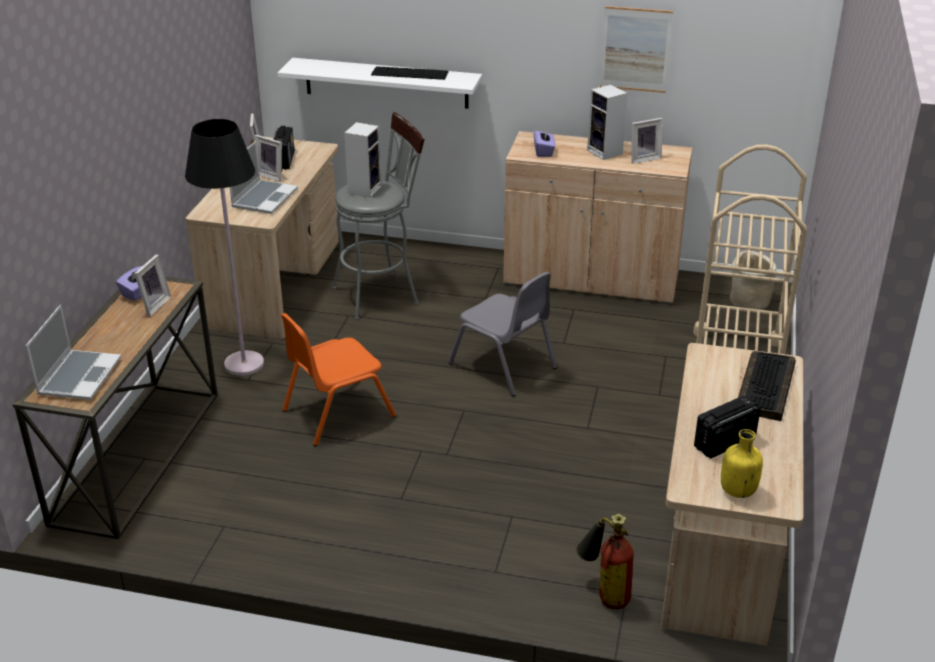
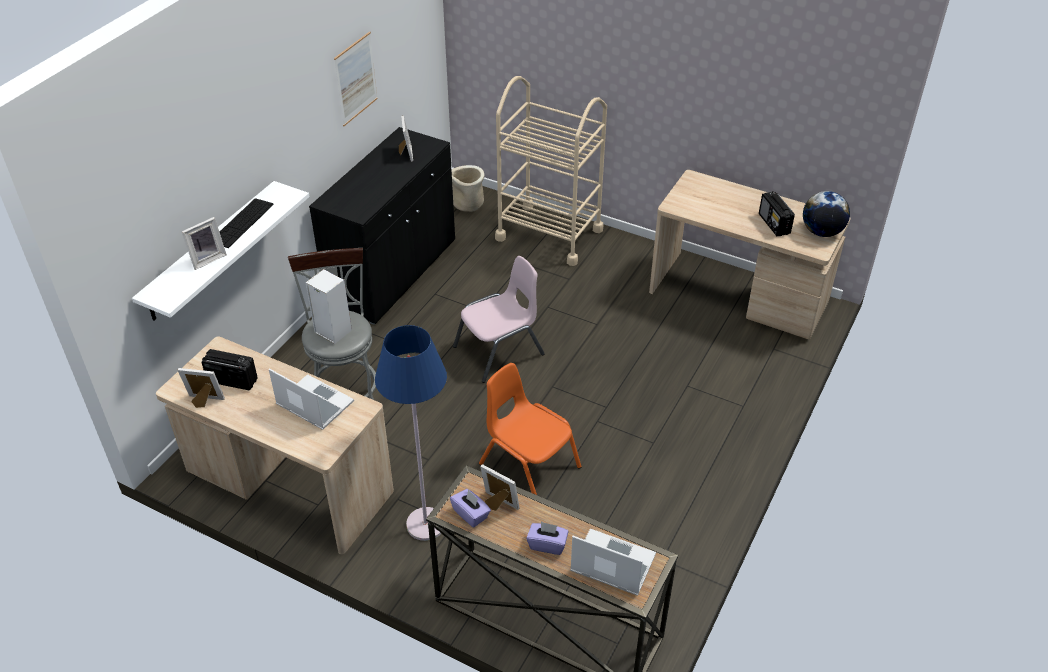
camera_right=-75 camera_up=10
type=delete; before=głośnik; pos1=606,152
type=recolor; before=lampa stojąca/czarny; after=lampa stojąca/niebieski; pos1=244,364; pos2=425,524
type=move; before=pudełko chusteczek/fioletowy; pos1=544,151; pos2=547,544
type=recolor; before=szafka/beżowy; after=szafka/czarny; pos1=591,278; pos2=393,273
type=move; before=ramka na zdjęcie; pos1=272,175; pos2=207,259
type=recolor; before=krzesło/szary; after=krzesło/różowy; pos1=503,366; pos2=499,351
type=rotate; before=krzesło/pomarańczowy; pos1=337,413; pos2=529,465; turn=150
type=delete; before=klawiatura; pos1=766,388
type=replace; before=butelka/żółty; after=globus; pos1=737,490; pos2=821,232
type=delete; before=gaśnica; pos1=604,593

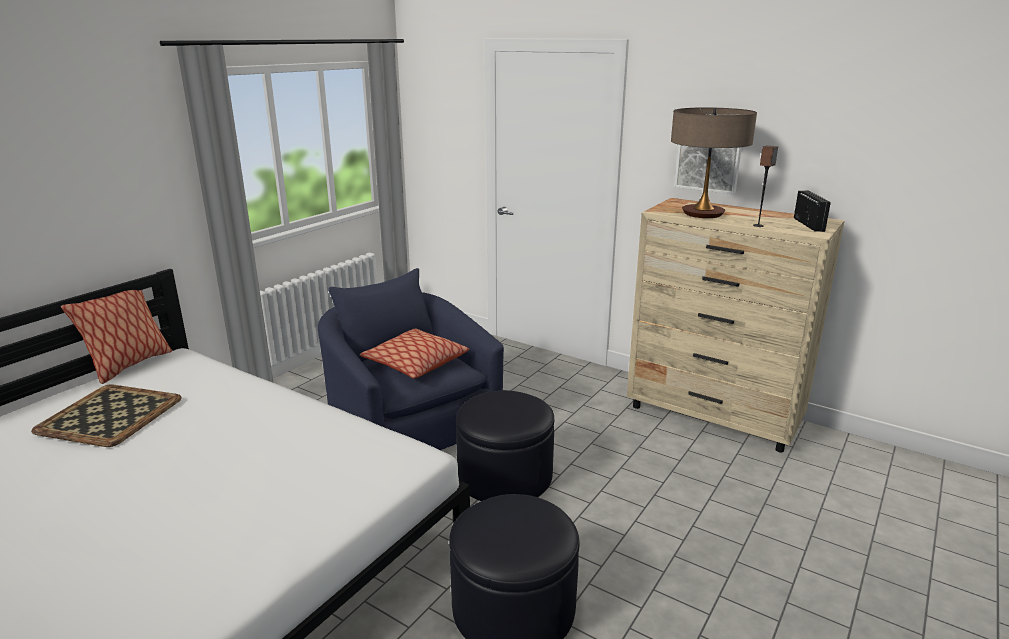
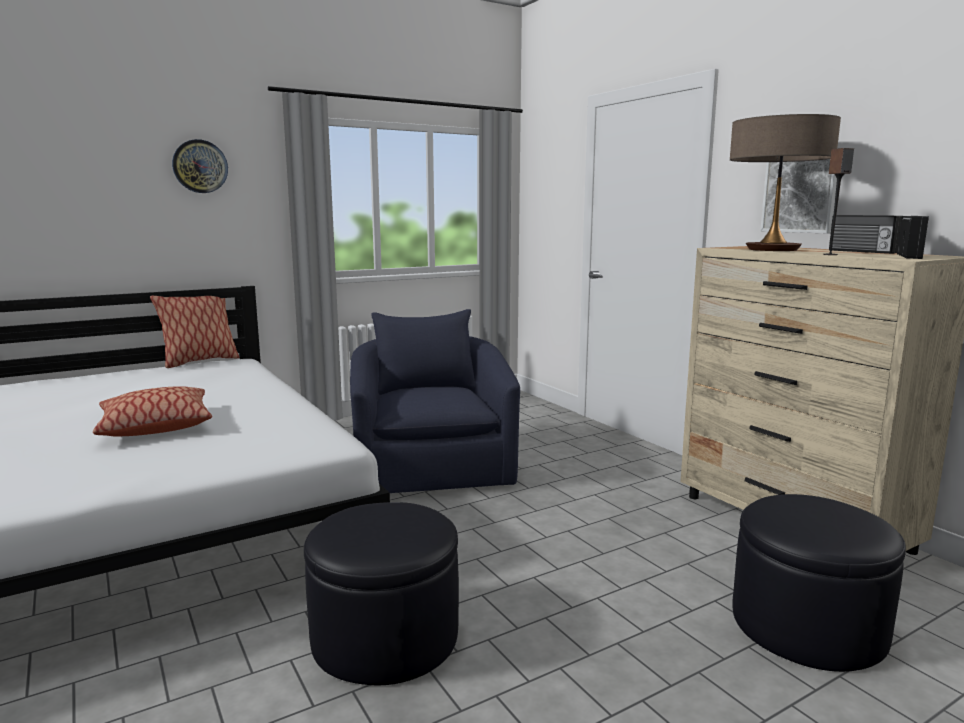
camera_right=25 camera_up=-10
type=move; before=poduszka; pos1=415,363; pos2=155,426
type=delete; before=taca; pos1=110,414
type=move; before=pufa/czarny; pos1=505,476; pos2=807,625
type=insert; after=zegar ścienny; pos2=200,166
type=insert; after=radio; pos2=861,251

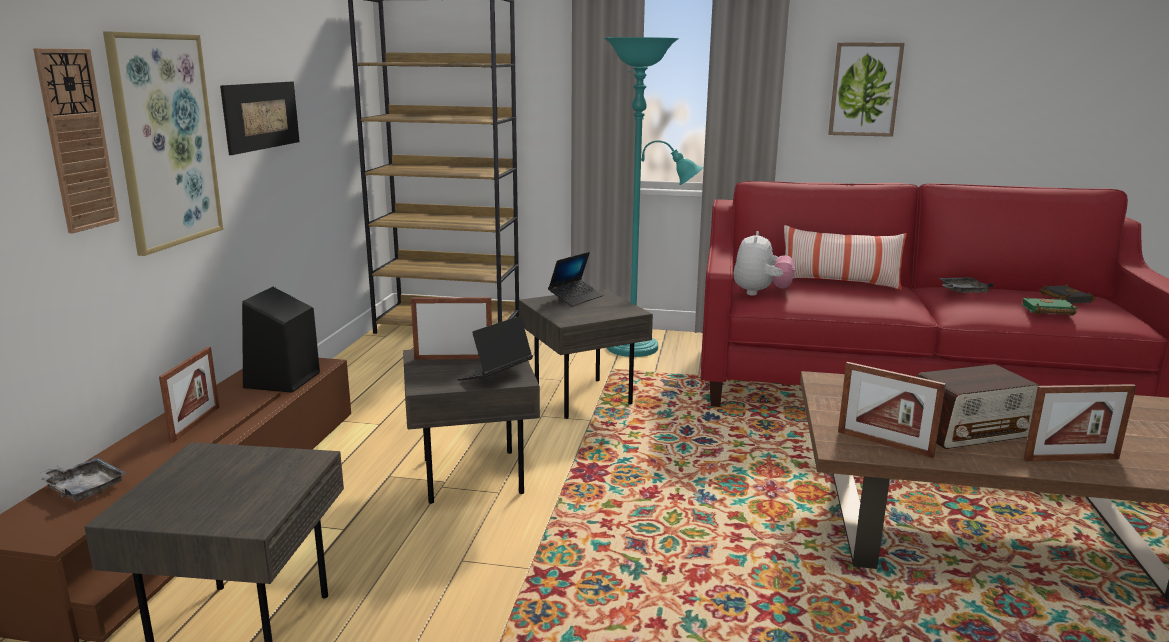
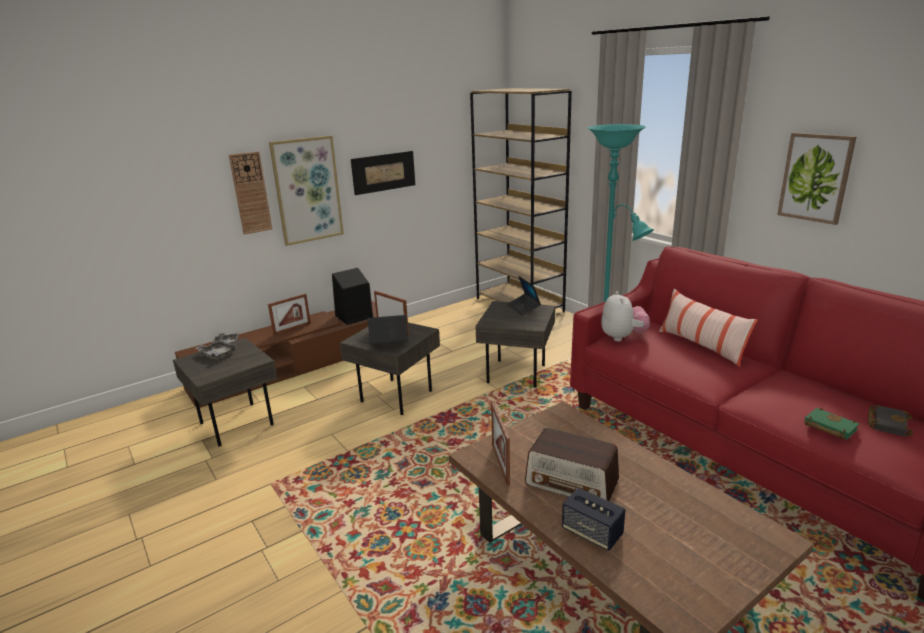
camera_right=45 camera_up=5
type=rotate; before=pluszak; pos1=761,293; pos2=623,337; turn=-60
type=rotate; before=laptop; pos1=576,298; pos2=523,308; turn=75
type=move; before=taca/szary; pos1=961,291; pos2=217,354
type=replace; before=ramka na zdjęcie; after=głośnik; pos1=1071,459; pos2=592,533

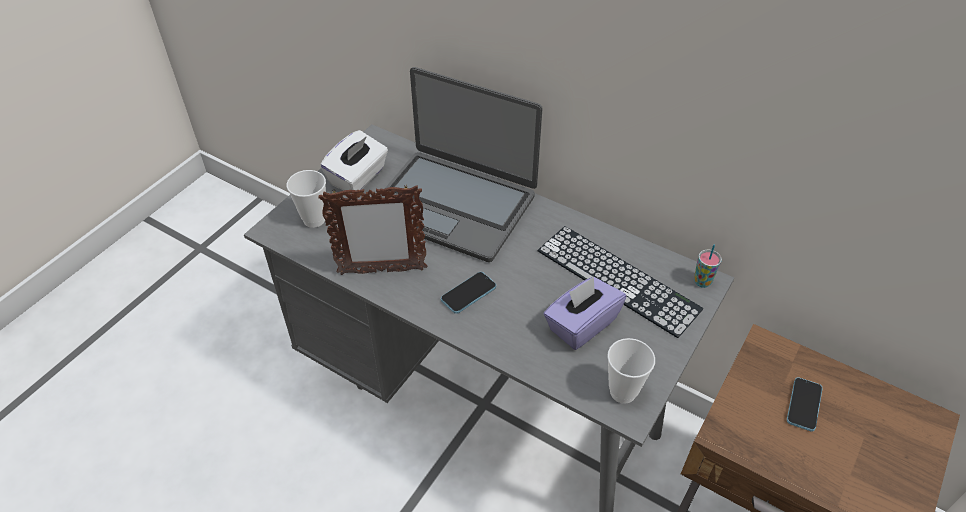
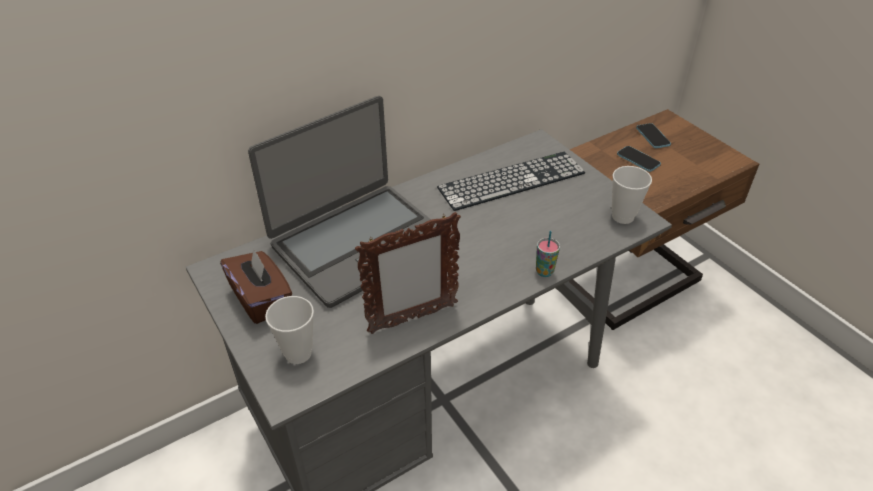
camera_right=-65 camera_up=-5
type=recolor; before=pudełko chusteczek/biały; after=pudełko chusteczek/brązowy; pos1=358,177; pos2=261,300
type=rotate; before=ramka na zdjęcie; pos1=381,271; pos2=412,319; turn=45
type=move; before=filiżanka; pos1=702,282; pos2=544,271
type=move; before=telefon; pos1=468,293; pos2=652,137
type=delete; before=pudełko chusteczek/fioletowy; pos1=581,325

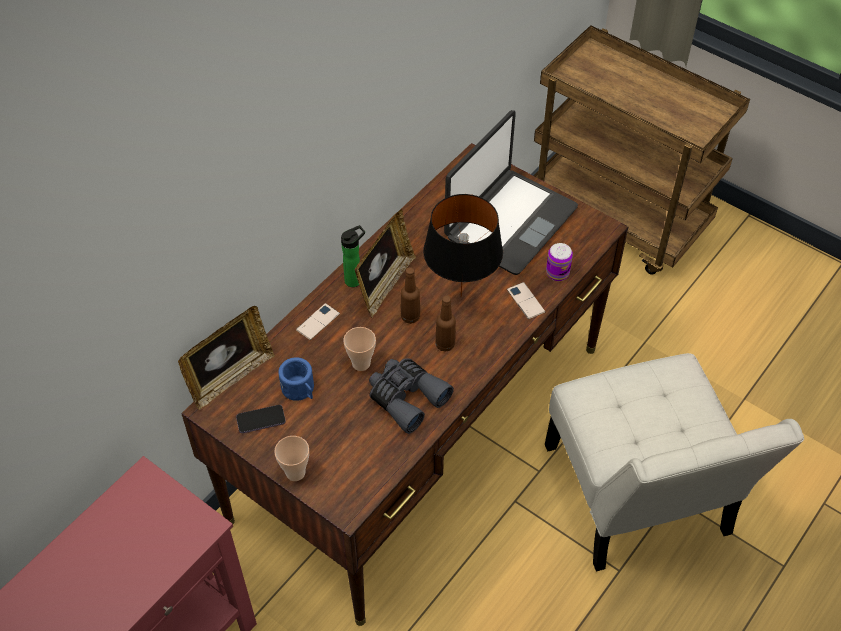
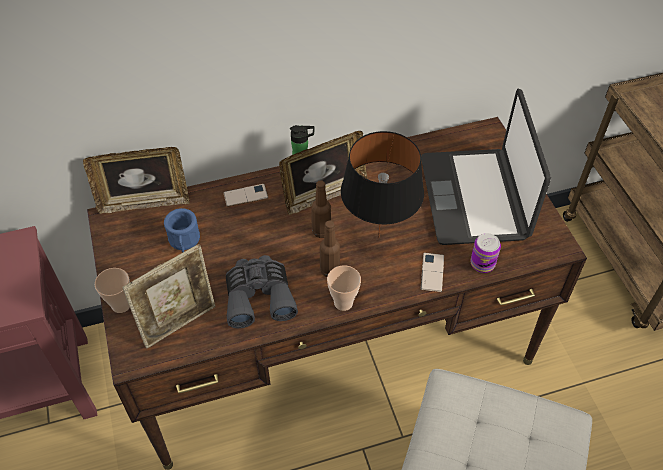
camera_right=35 camera_up=0
type=rotate; before=laptop; pos1=509,222; pos2=475,197; turn=105
type=move; before=filiżanka; pos1=361,363; pos2=343,303
type=delete; before=telefon; pos1=261,420
type=insert; after=ramka na zdjęcie; pos2=180,323

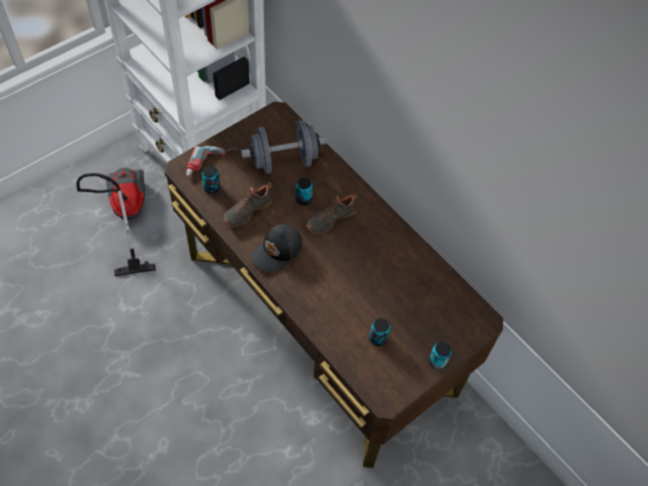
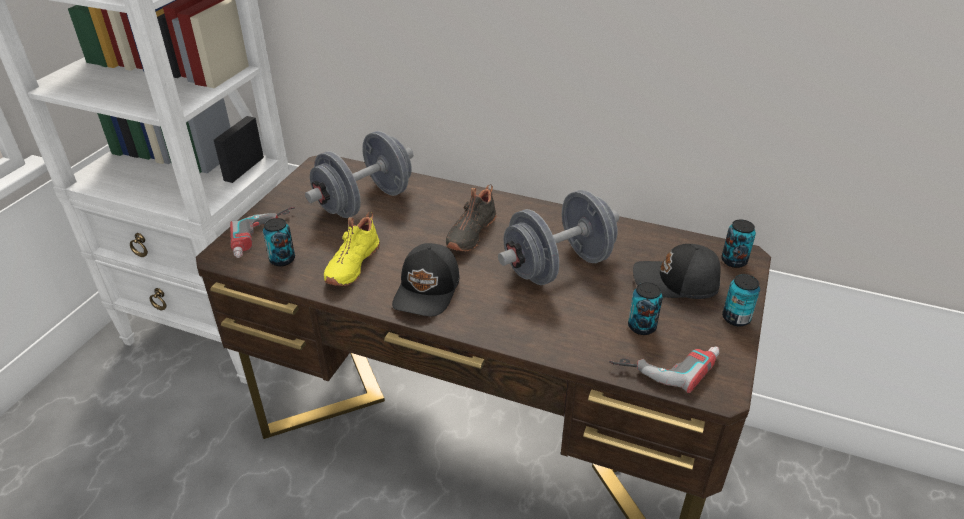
camera_right=-25 camera_up=-20
type=delete; before=odkurzacz; pos1=125,217
type=move; before=puszka; pos1=303,199; pos2=734,261
type=recolor; before=but/czarny; after=but/żółty; pos1=247,210; pos2=351,264
type=insert; after=hantel/szary; pos2=558,266
type=insert; after=czapka z daszkiem/czarny; pos2=676,282
type=insert; after=wiertarka; pos2=665,362

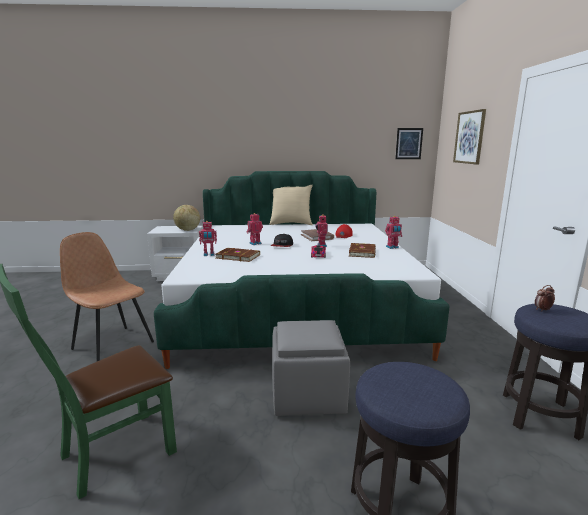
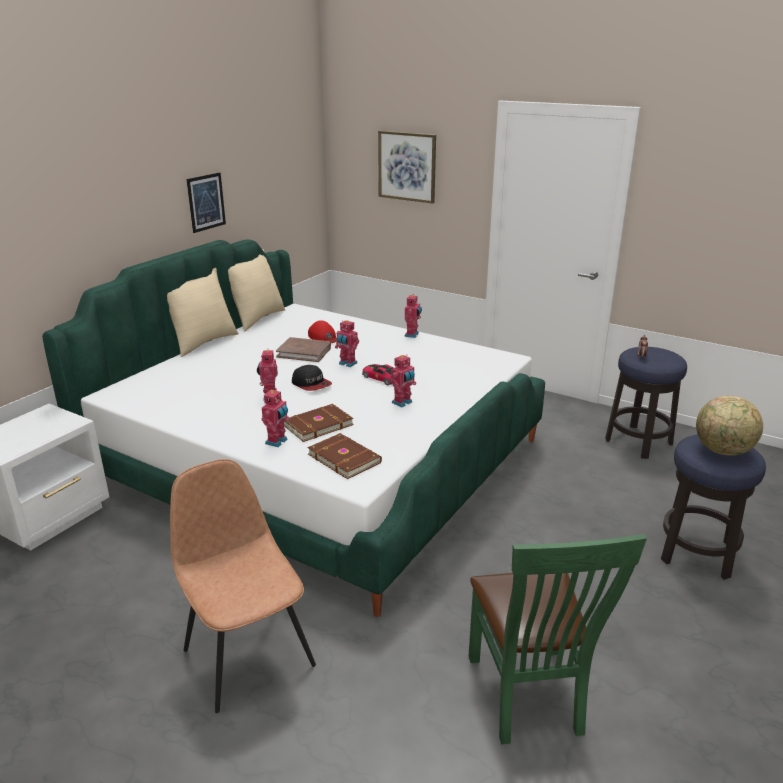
camera_right=-55 camera_up=10
type=move; before=obraz; pos1=409,143; pos2=206,202
type=move; before=globus; pos1=187,230; pos2=723,451
type=rotate; before=krzesło/brązowy; pos1=112,345; pos2=247,655; turn=75
type=move; before=książka/brązowy; pos1=363,252; pos2=345,458
type=delete; before=pufa/szary; pos1=308,394
type=insert; after=poduszka/beżowy; pos2=256,319
type=insert; after=robot zabawkowy; pos2=403,403

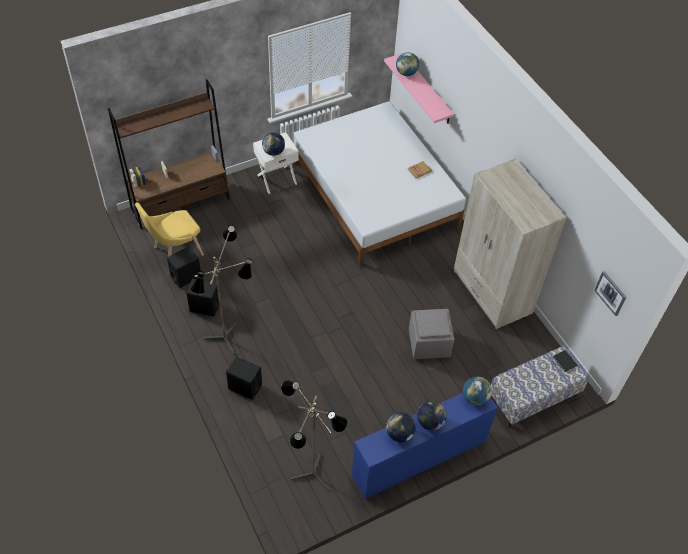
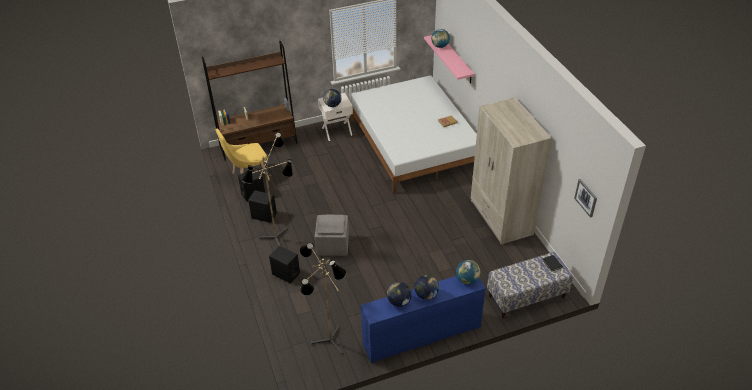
camera_right=10 camera_up=-10
type=move; before=pufa/szary; pos1=429,344; pos2=333,245

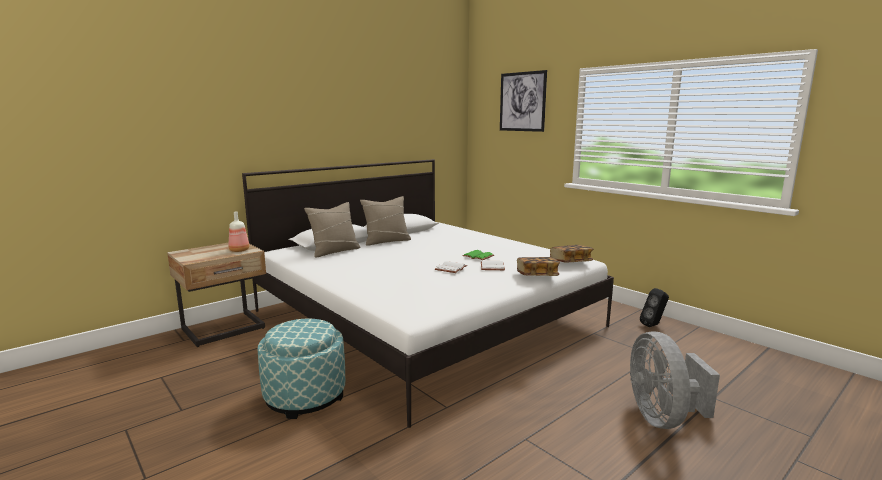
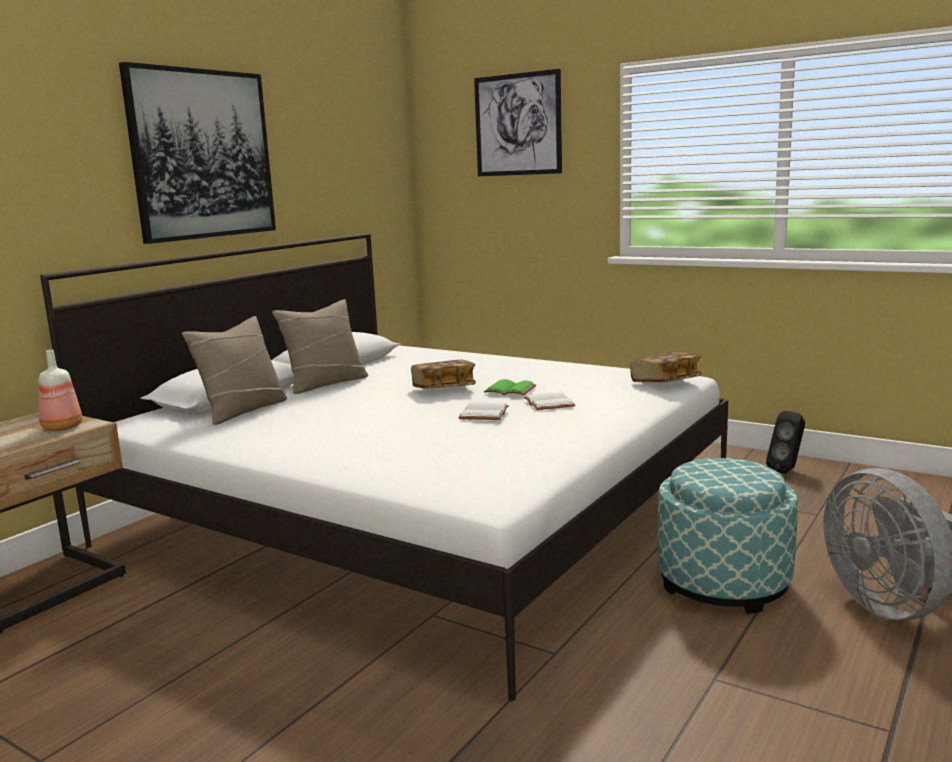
camera_right=-15 camera_up=0
type=move; before=książka; pos1=537,275; pos2=443,389
type=move; before=pufa; pos1=305,396; pos2=723,582
type=insert; after=obraz; pos2=202,154

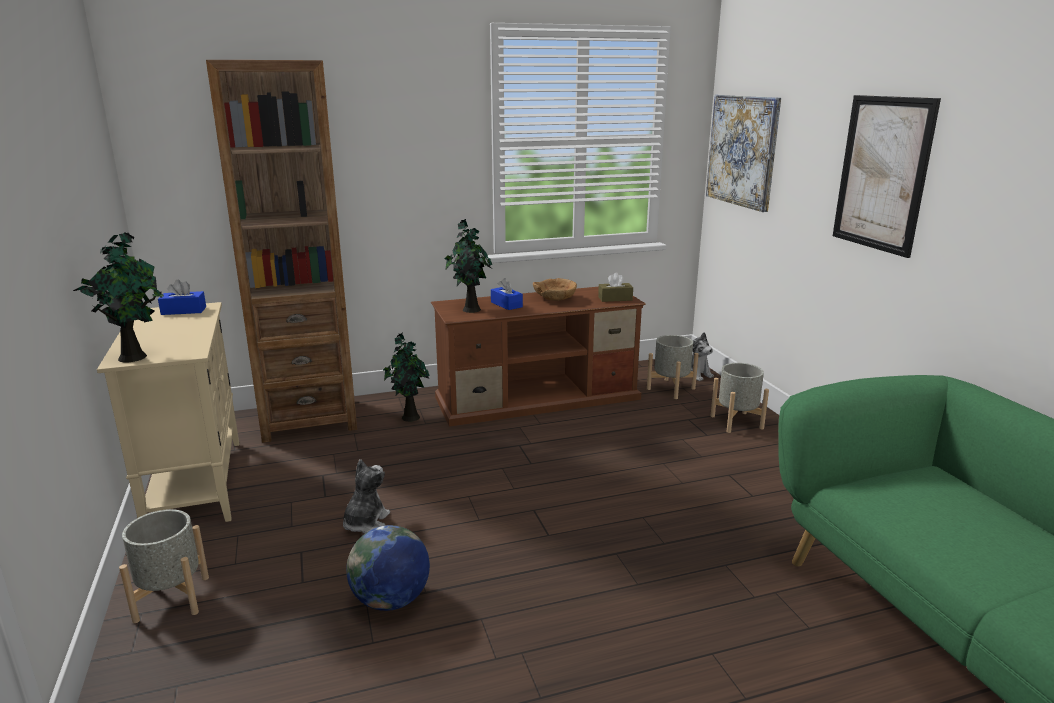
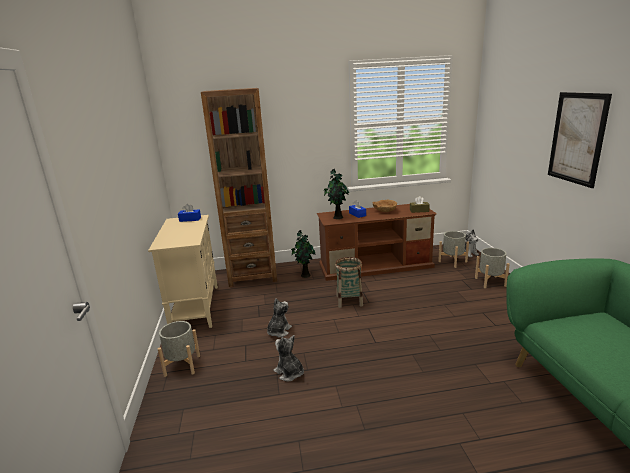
camera_right=10 camera_up=0
type=delete; before=obraz; pos1=742,151
type=delete; before=roślina doniczkowa; pos1=135,356
type=replace; before=globus; after=pluszak; pos1=391,600; pos2=289,373
type=insert; after=koszyk; pos2=349,301

